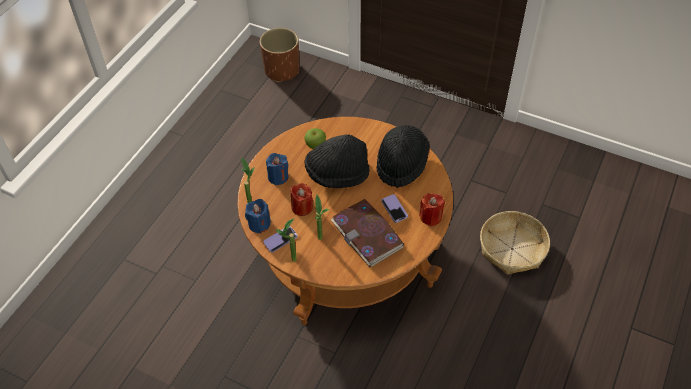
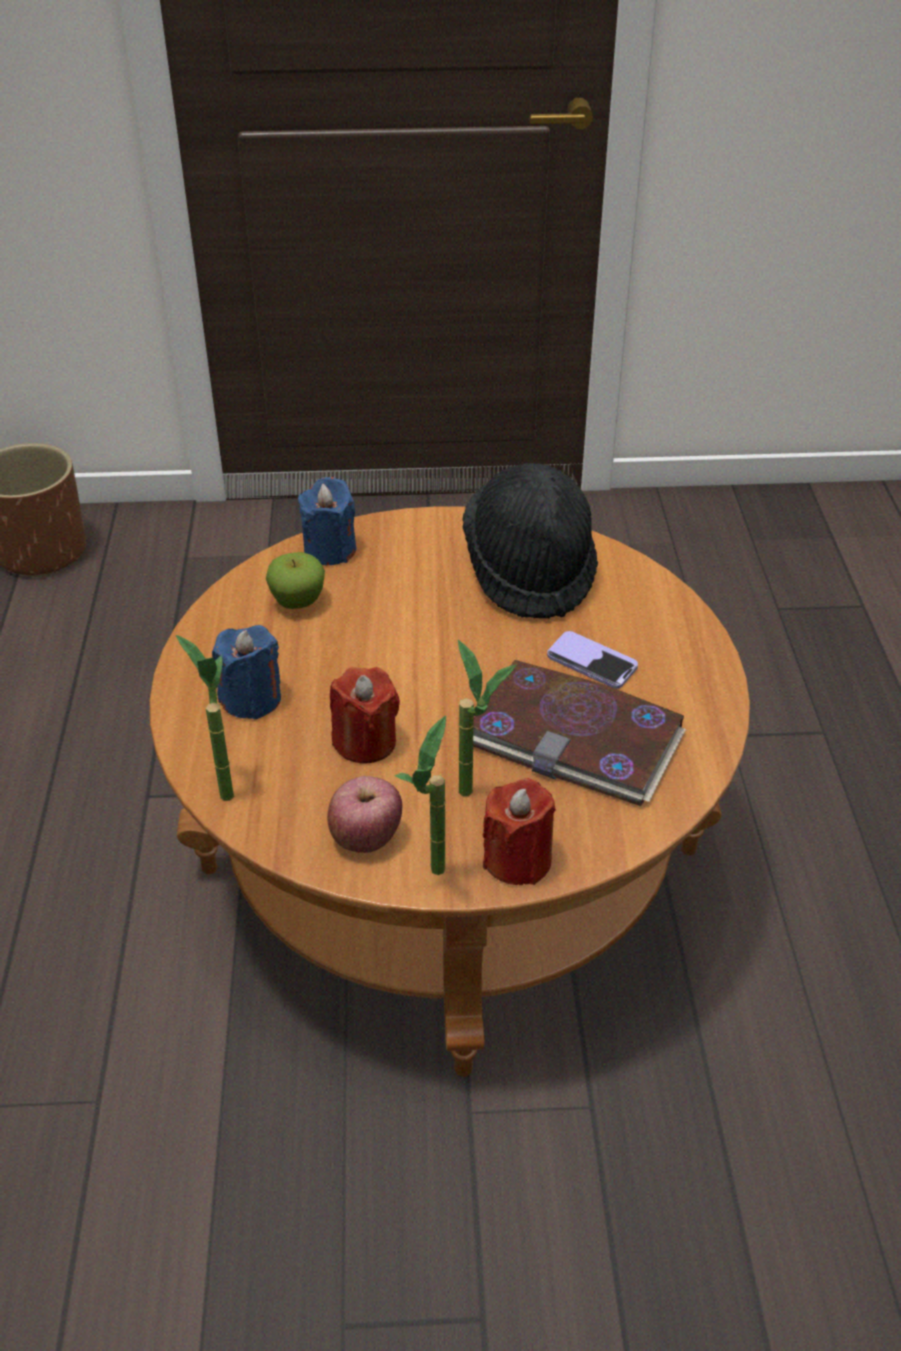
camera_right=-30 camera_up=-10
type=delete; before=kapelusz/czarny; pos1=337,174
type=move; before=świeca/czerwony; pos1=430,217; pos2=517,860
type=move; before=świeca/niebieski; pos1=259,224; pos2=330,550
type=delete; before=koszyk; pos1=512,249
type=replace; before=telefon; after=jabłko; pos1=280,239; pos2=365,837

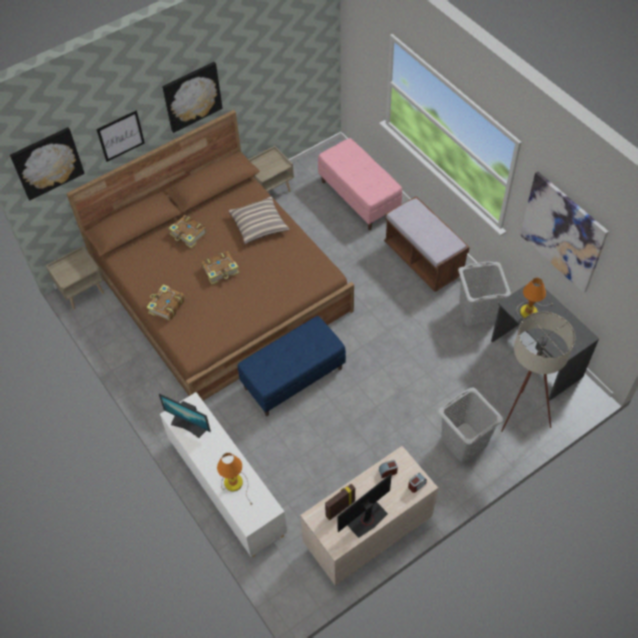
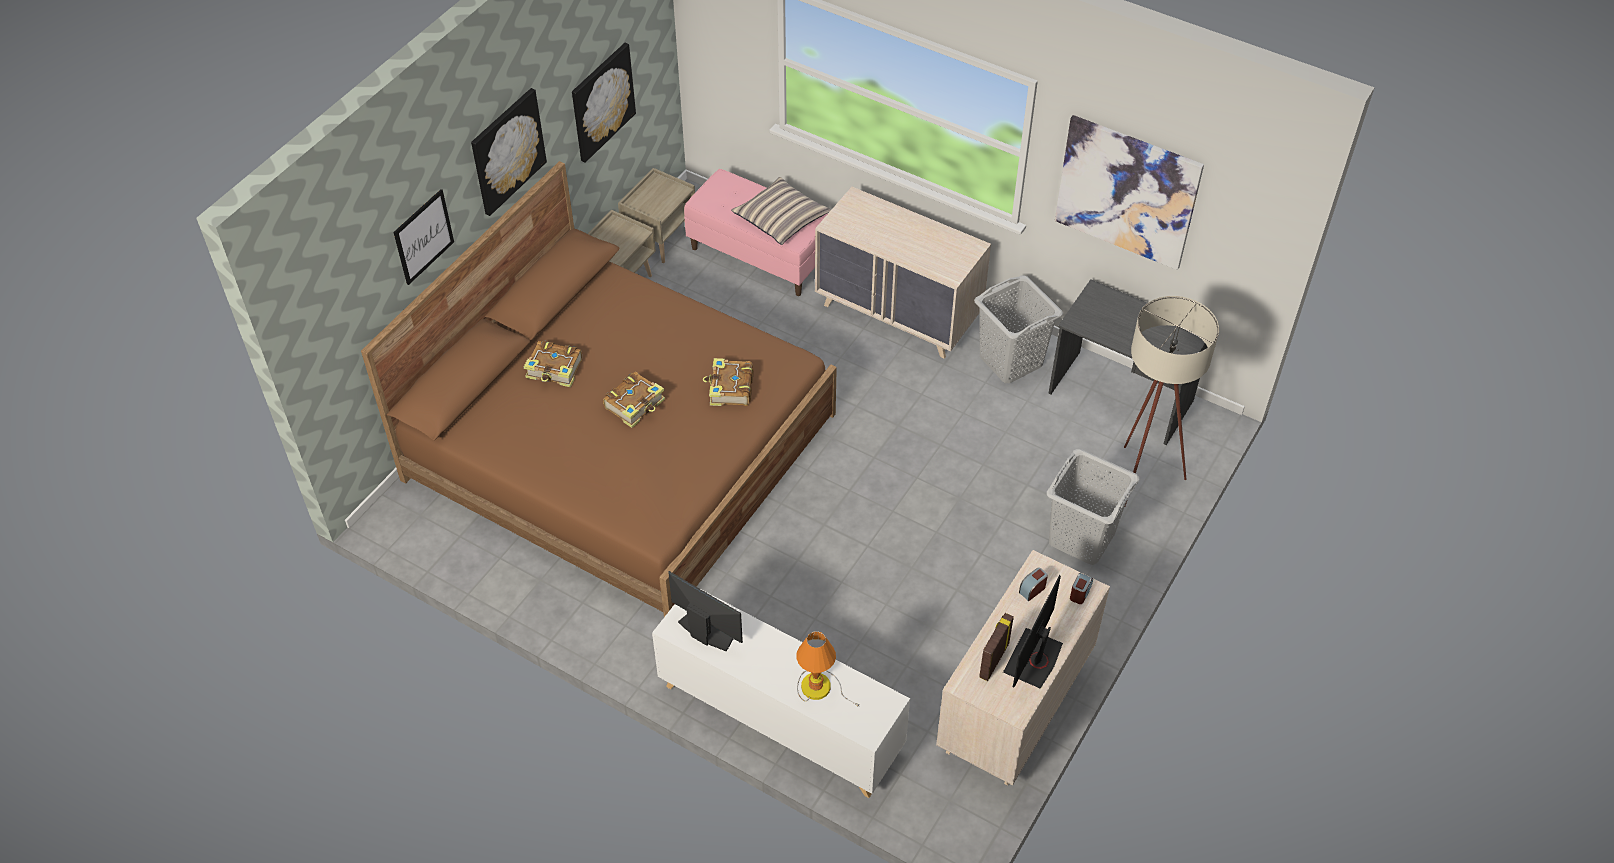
camera_right=-25 camera_up=-5
type=move; before=obraz; pos1=47,163; pos2=602,101
type=move; before=poduszka; pos1=259,224; pos2=781,218
type=replace; before=ławka/brązowy; after=komoda/beżowy; pos1=423,260; pos2=898,314
type=move; before=szafka nocna/beżowy; pos1=82,291; pos2=660,239
type=delete; before=lampa stołowa; pos1=530,311
type=move; before=książka; pos1=166,306; pos2=730,389
type=delete; before=ławka/niebieski; pos1=293,378
type=rotate; before=monitor; pos1=189,424; pos2=706,632; turn=-150

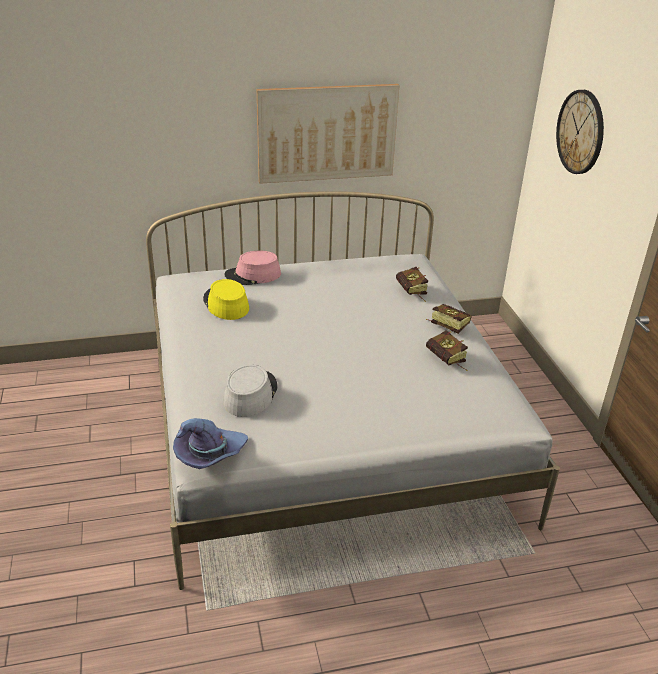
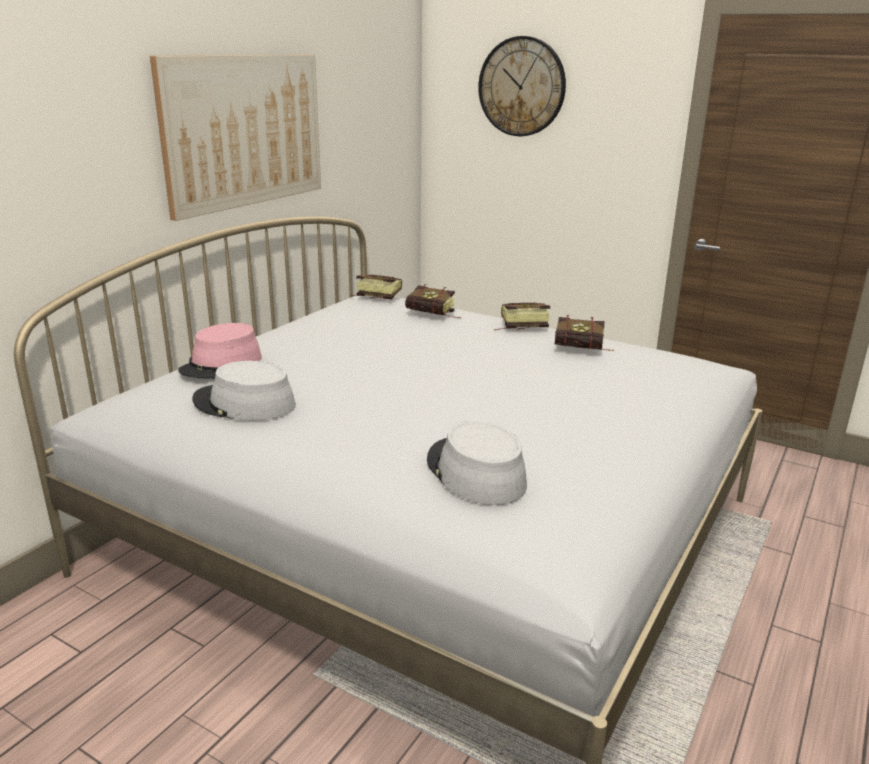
camera_right=-45 camera_up=-10
type=recolor; before=kapelusz/żółty; after=kapelusz/szary; pos1=225,304; pos2=244,404
type=delete; before=kapelusz/fioletowy; pos1=209,453
type=insert; after=książka; pos2=375,296

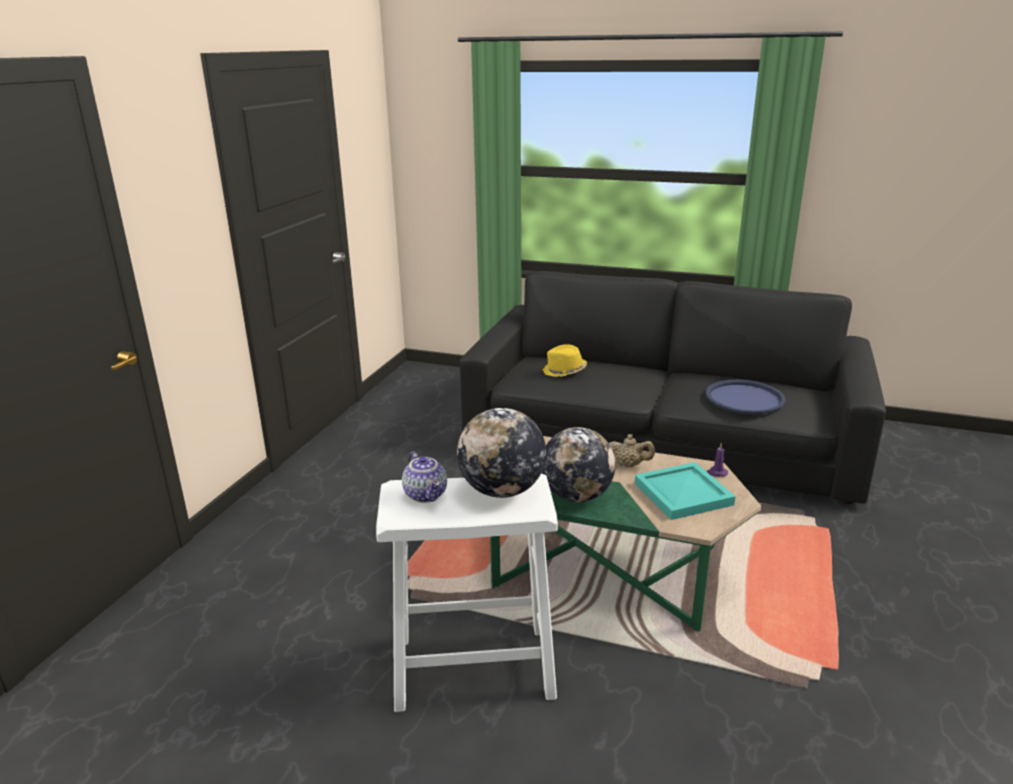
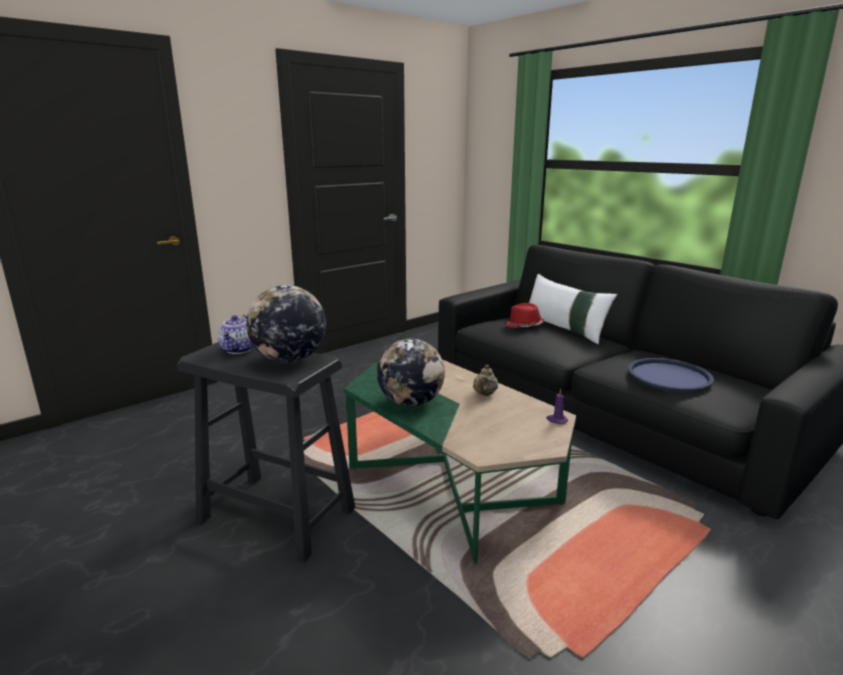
camera_right=30 camera_up=-5
type=recolor; before=kapelusz/żółty; after=kapelusz/czerwony; pos1=564,371; pos2=524,326
type=rotate; before=imbryk/beżowy; pos1=629,465; pos2=484,394; turn=60
type=delete; before=taca/turkusowy; pos1=684,494
type=recolor; before=stołek/biały; after=stołek/czarny; pos1=474,666; pos2=277,515
type=insert; after=poduszka/biały; pos2=564,329

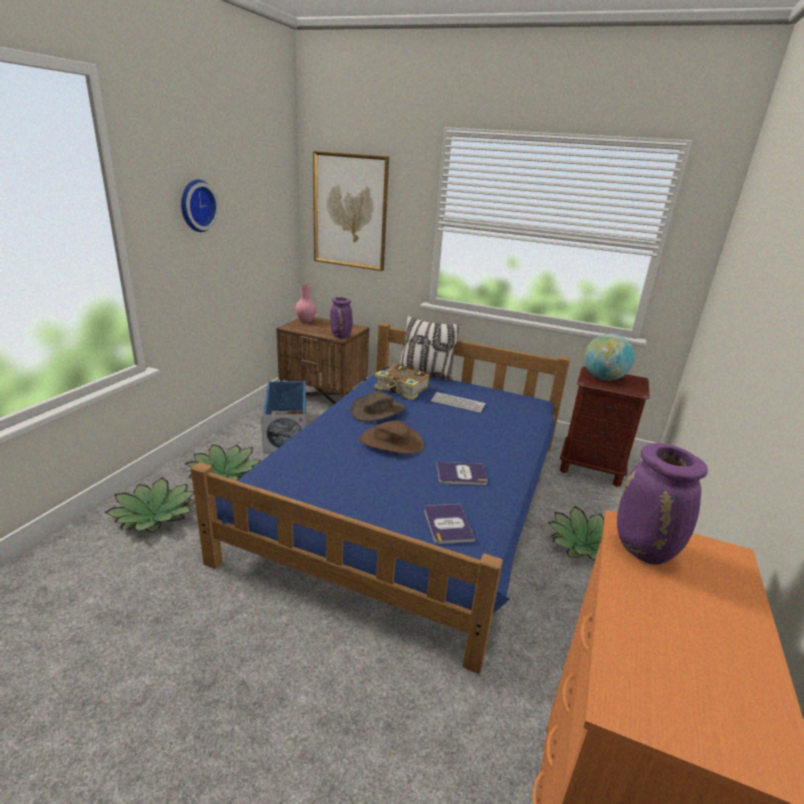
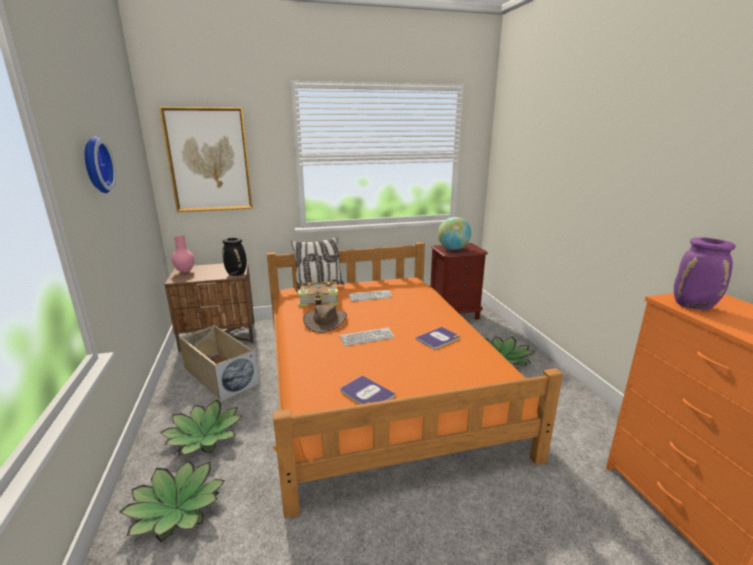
camera_right=-35 camera_up=-5
type=recolor; before=wazon/fioletowy; after=wazon/czarny; pos1=341,337; pos2=237,274
type=recolor; before=łóżko/niebieski; after=łóżko/pomarańczowy; pos1=411,495; pos2=377,378
type=recolor; before=pojemnik do przechowywania/niebieski; after=pojemnik do przechowywania/beżowy; pos1=286,430; pos2=219,376
type=replace; before=kapelusz/brązowy; after=klawiatura; pos1=391,442; pos2=367,337
type=move; before=książka; pos1=448,524; pos2=366,393

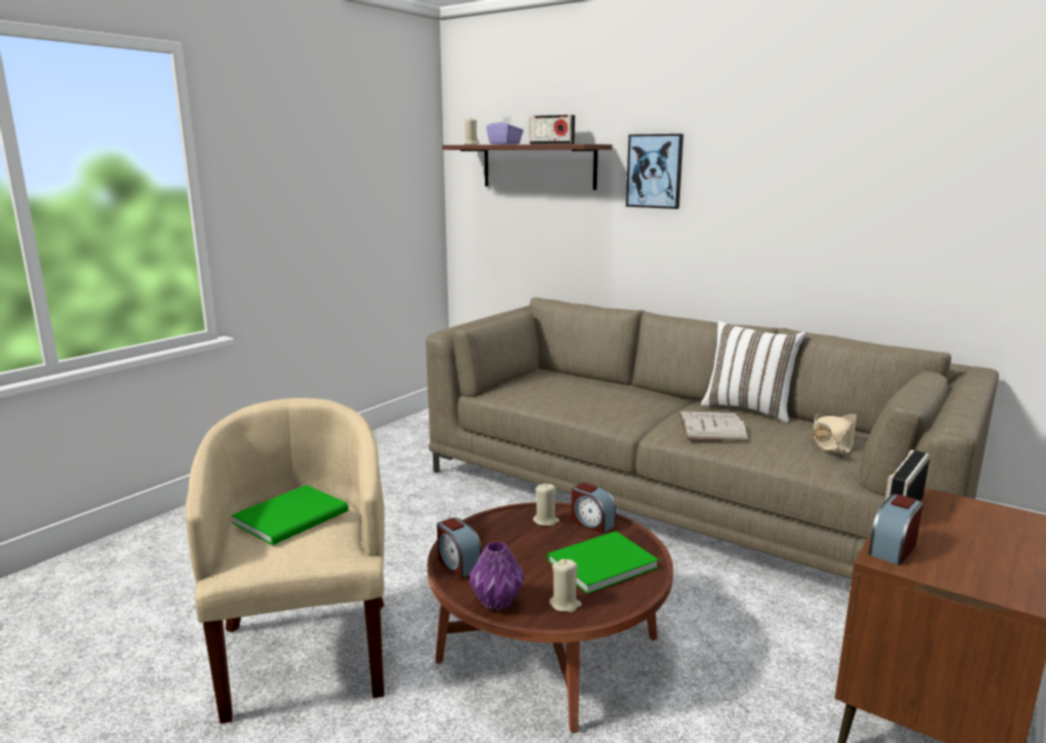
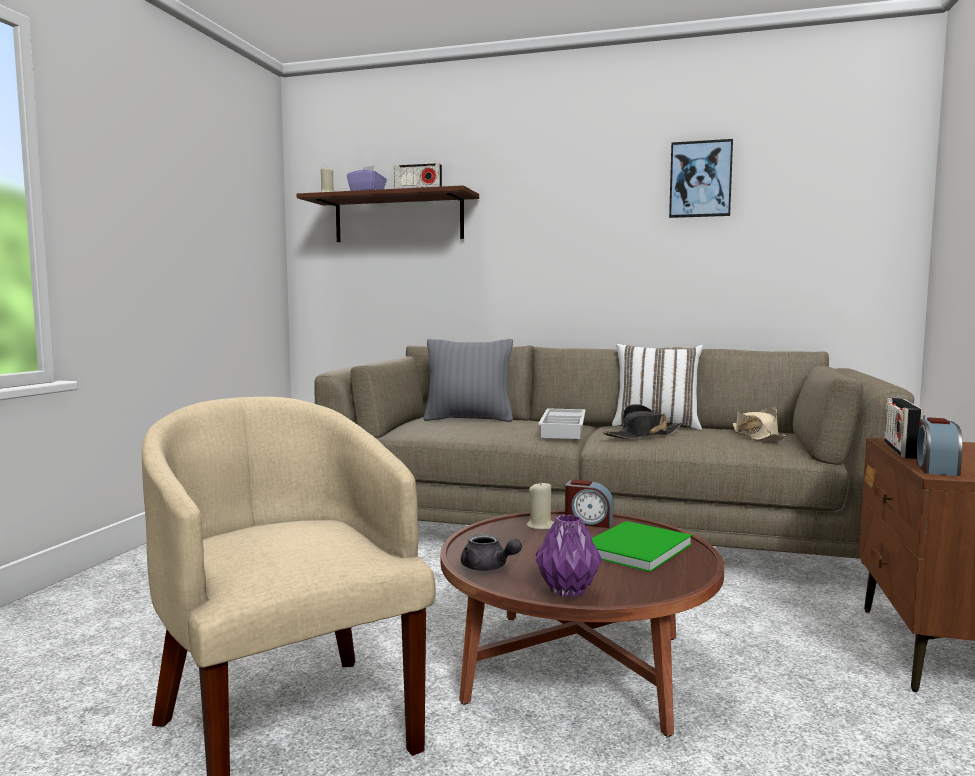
camera_right=-20 camera_up=-10
type=move; before=obraz; pos1=655,171; pos2=700,179
type=replace; before=książka/biały; after=kapelusz/czarny; pos1=712,426; pos2=643,435
type=delete; before=książka/zielony; pos1=295,517
type=replace; before=budzik; after=imbryk/szary; pos1=458,564; pos2=488,568
type=delete; before=świeca/beżowy; pos1=565,604
type=insert; after=poduszka/szary; pos2=469,419
type=insert; after=taca/biały; pos2=564,429

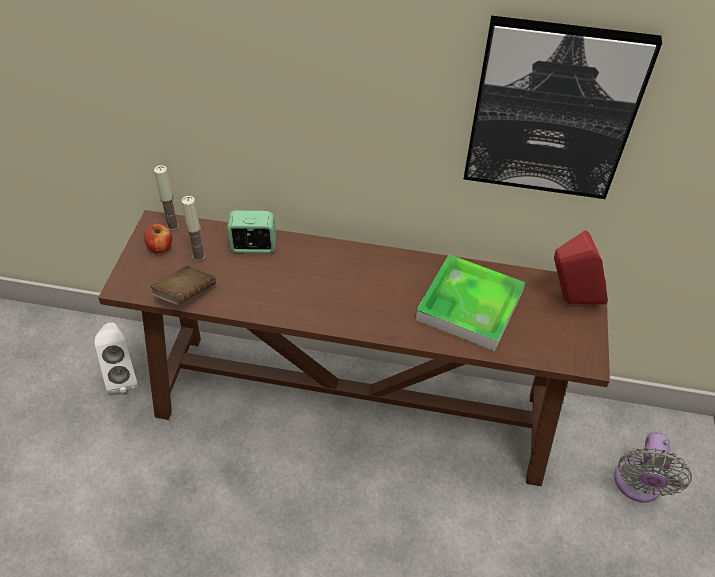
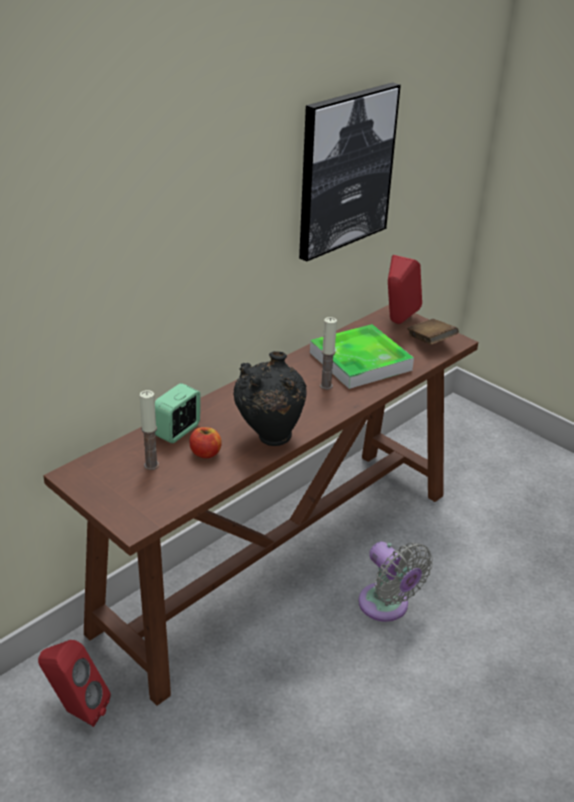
camera_right=-55 camera_up=-15
type=move; before=świeca; pos1=172,226; pos2=326,386
type=move; before=jabłko; pos1=160,247; pos2=205,453
type=move; before=książka/brązowy; pos1=185,294; pos2=430,342
type=recolor; before=głośnik/biały; after=głośnik/czerwony; pos1=123,376; pos2=77,711
type=move; before=wentylator/szary; pos1=637,485; pos2=387,606
type=insert; after=wazon/czarny; pos2=269,438

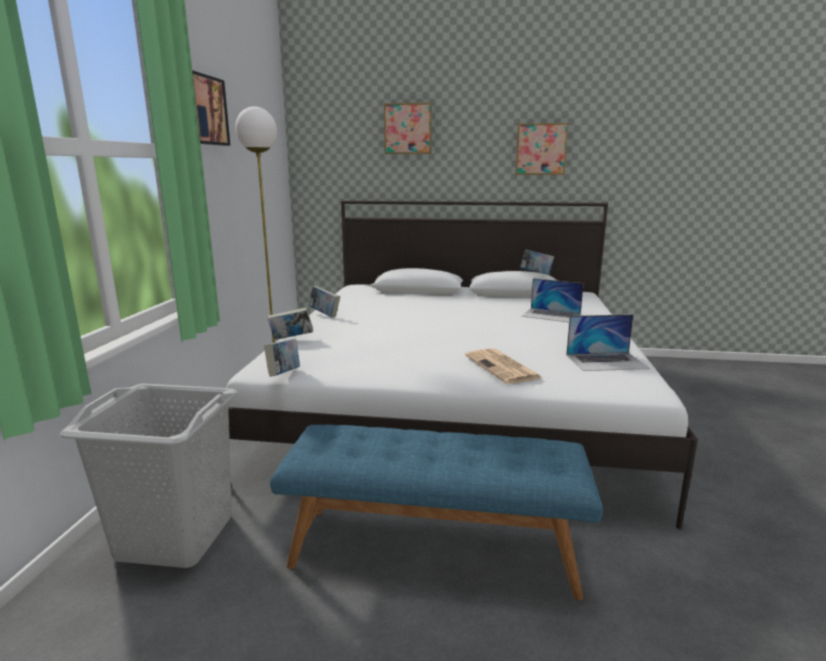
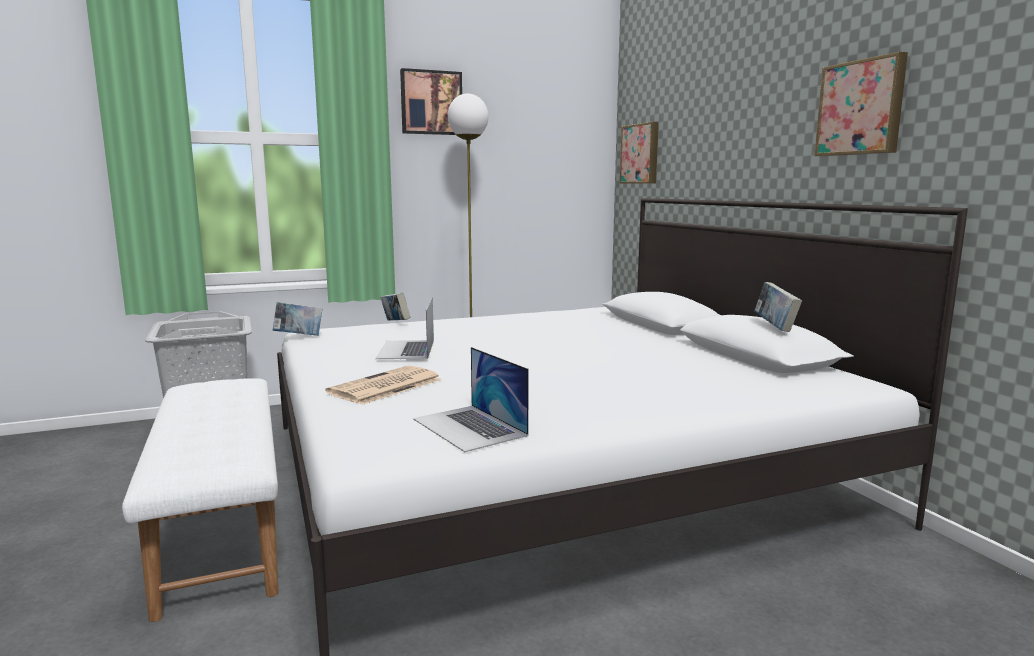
camera_right=60 camera_up=-5
type=move; before=obraz; pos1=408,129; pos2=641,154
type=move; before=laptop; pos1=551,315; pos2=406,349
type=delete; before=książka; pos1=324,314
type=recolor; before=ławka/niebieski; after=ławka/biały; pos1=434,548; pos2=223,525

